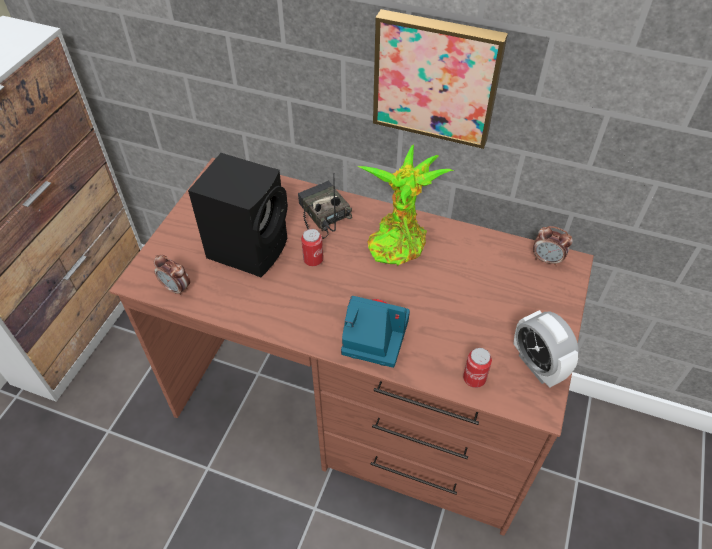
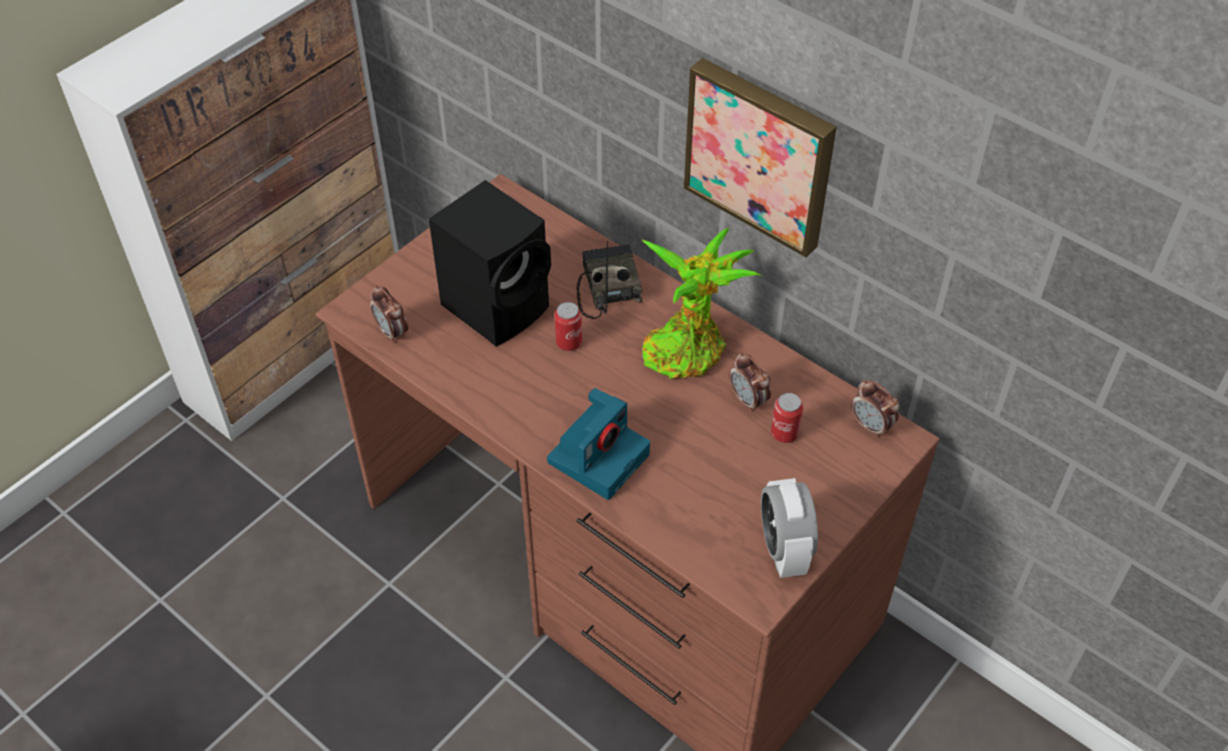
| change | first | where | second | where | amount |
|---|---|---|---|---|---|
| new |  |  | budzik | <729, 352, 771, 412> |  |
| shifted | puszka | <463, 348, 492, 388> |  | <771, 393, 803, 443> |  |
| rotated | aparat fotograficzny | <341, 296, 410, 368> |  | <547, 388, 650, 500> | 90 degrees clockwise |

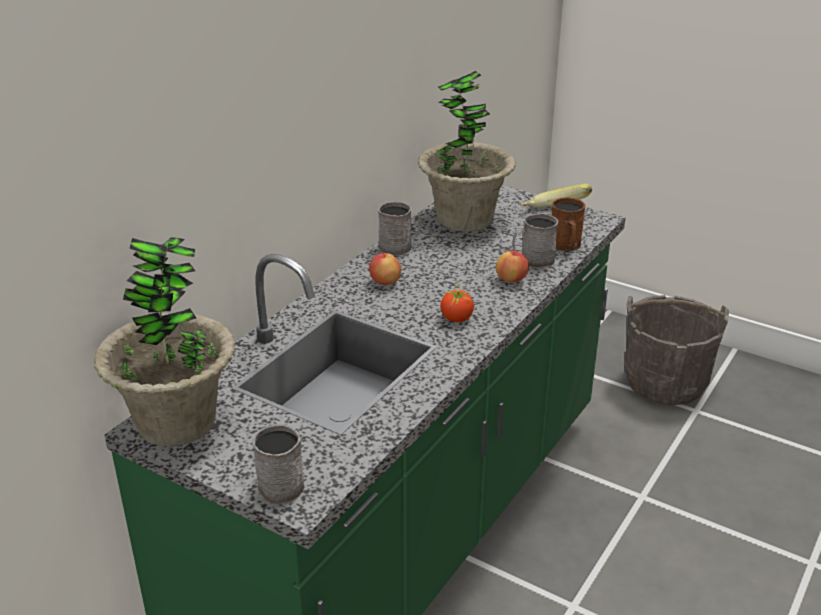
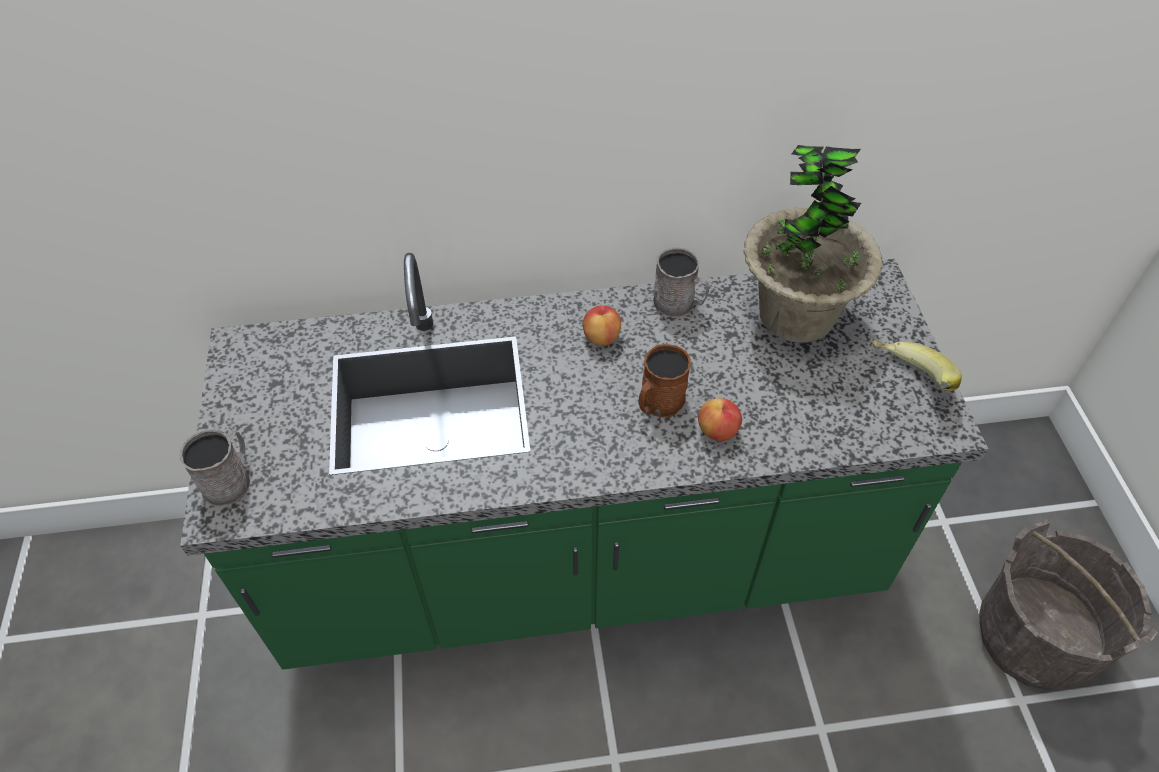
| change | first | where | second | where | amount |
|---|---|---|---|---|---|
| gone | roślina doniczkowa | <94, 237, 235, 446> |  |  |  |
| gone | pomidor | <440, 283, 474, 322> |  |  |  |
| gone | kubek/szary | <512, 213, 559, 268> |  |  |  |
| shifted | kubek/brązowy | <552, 197, 585, 251> |  | <638, 344, 691, 417> |  |

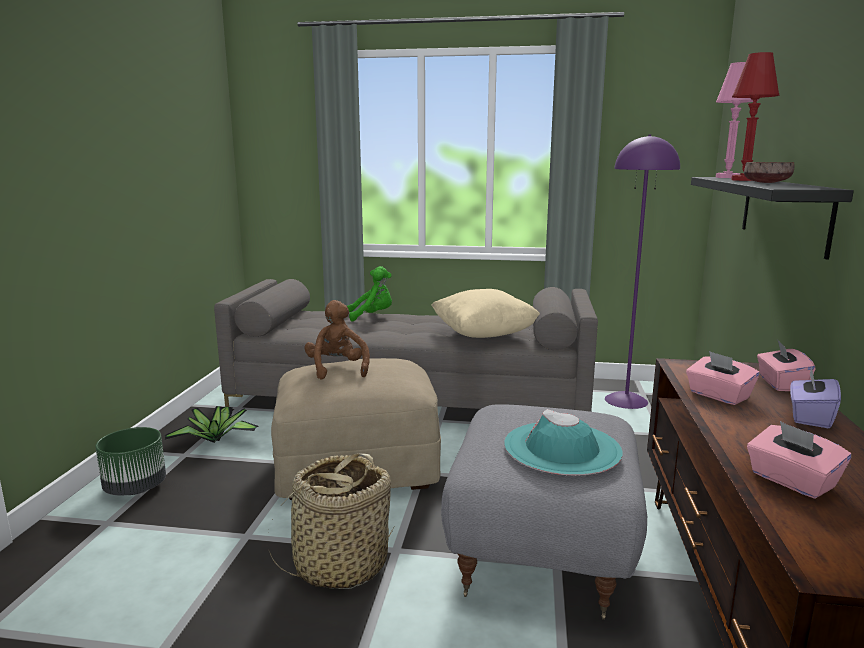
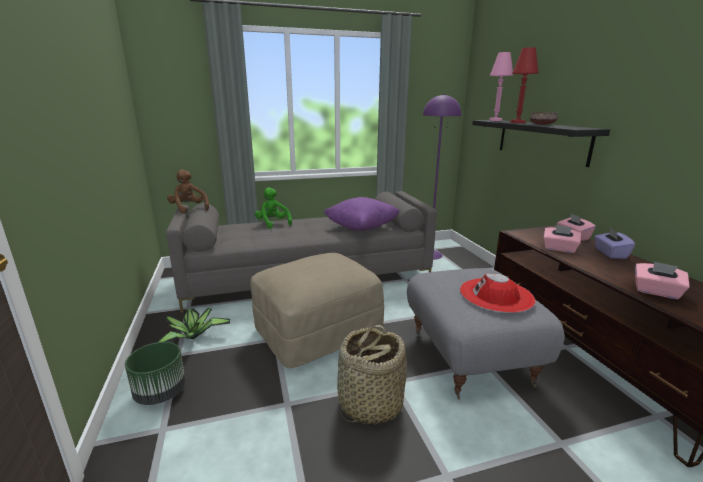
| change | first | where | second | where | amount |
|---|---|---|---|---|---|
| shifted | pluszak/brązowy | <304, 300, 370, 380> |  | <167, 169, 209, 214> |  |
| repainted | poduszka/beżowy | <431, 289, 540, 338> | poduszka/fioletowy | <323, 197, 400, 231> |  |
| repainted | kapelusz/turkusowy | <504, 409, 623, 475> | kapelusz/czerwony | <460, 273, 535, 313> |  |
| rotated | pluszak/zielony | <347, 266, 392, 321> |  | <255, 187, 292, 229> | 90 degrees counterclockwise |

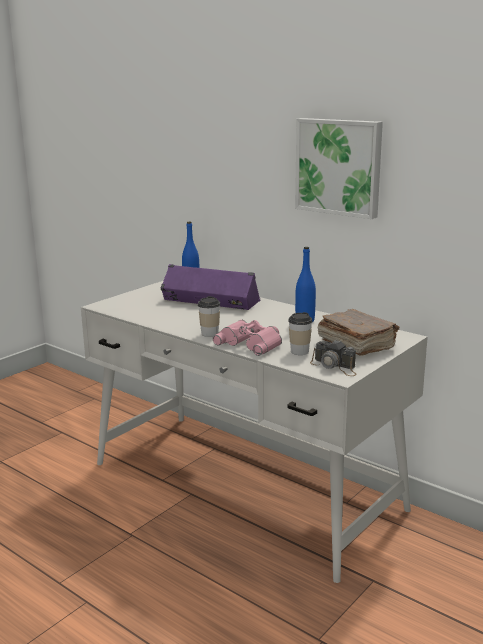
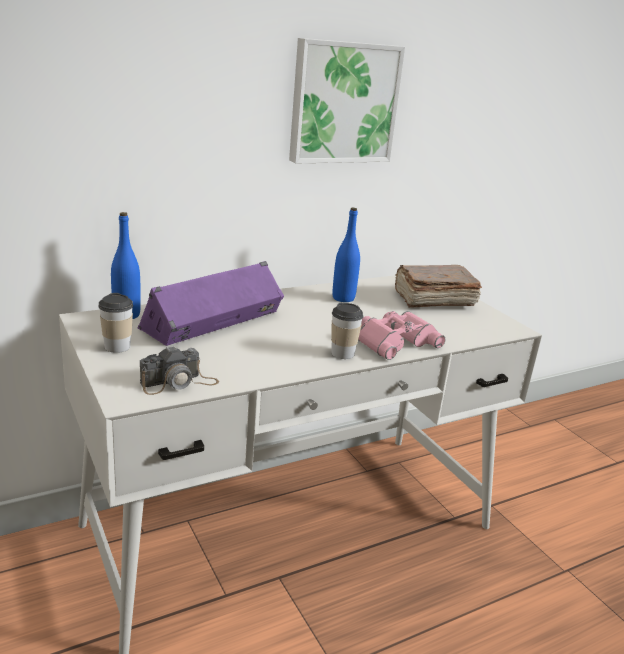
| change | first | where | second | where | amount |
|---|---|---|---|---|---|
| shifted | filiżanka | <288, 312, 312, 355> |  | <98, 293, 133, 353> |  |
| shifted | aparat fotograficzny | <310, 339, 357, 376> |  | <140, 345, 219, 395> |  |

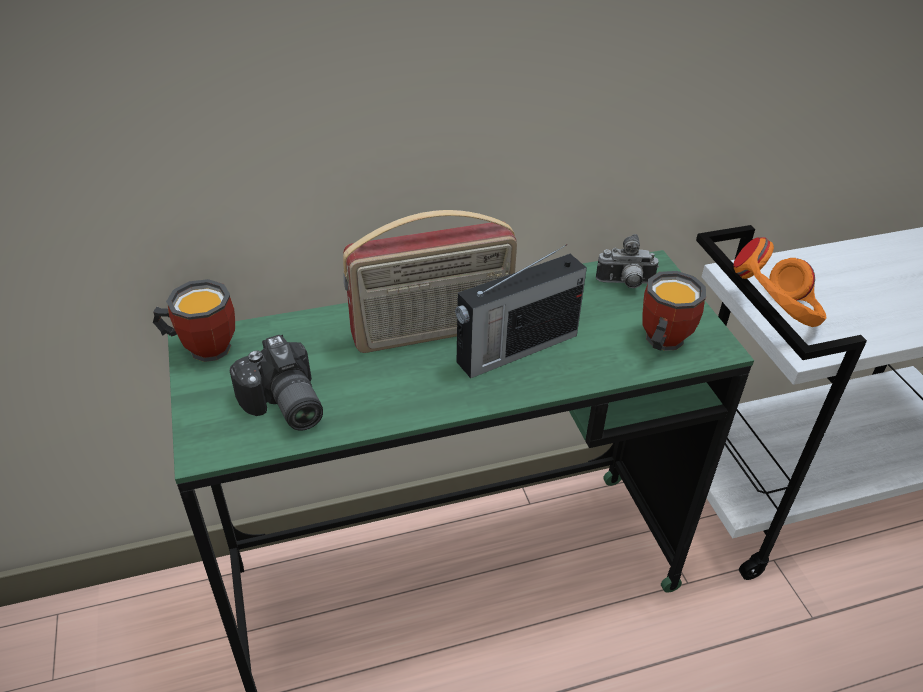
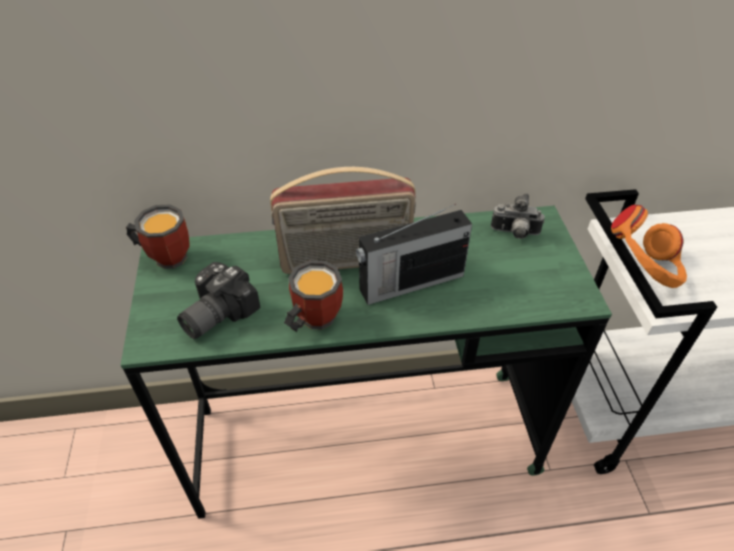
| change | first | where | second | where | amount |
|---|---|---|---|---|---|
| shifted | kubek | <642, 271, 706, 351> |  | <284, 260, 343, 332> |  |
| rotated | aparat fotograficzny | <230, 335, 323, 431> |  | <177, 262, 261, 339> | 60 degrees clockwise |

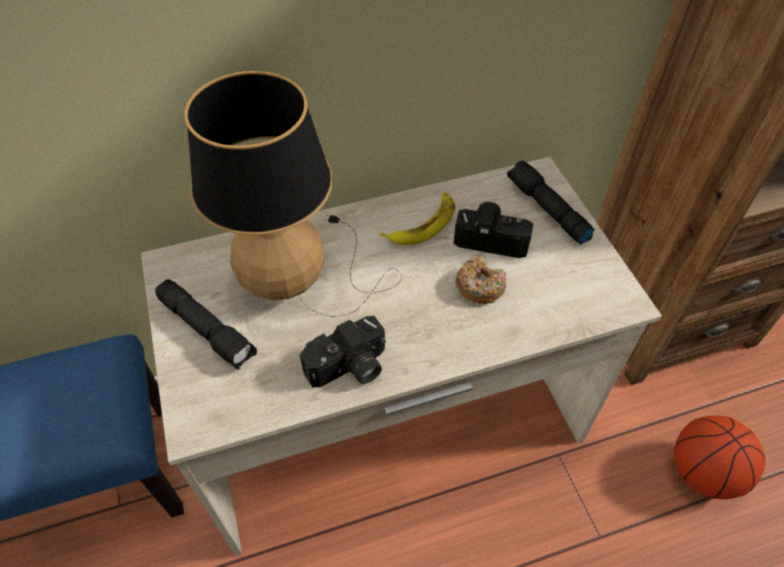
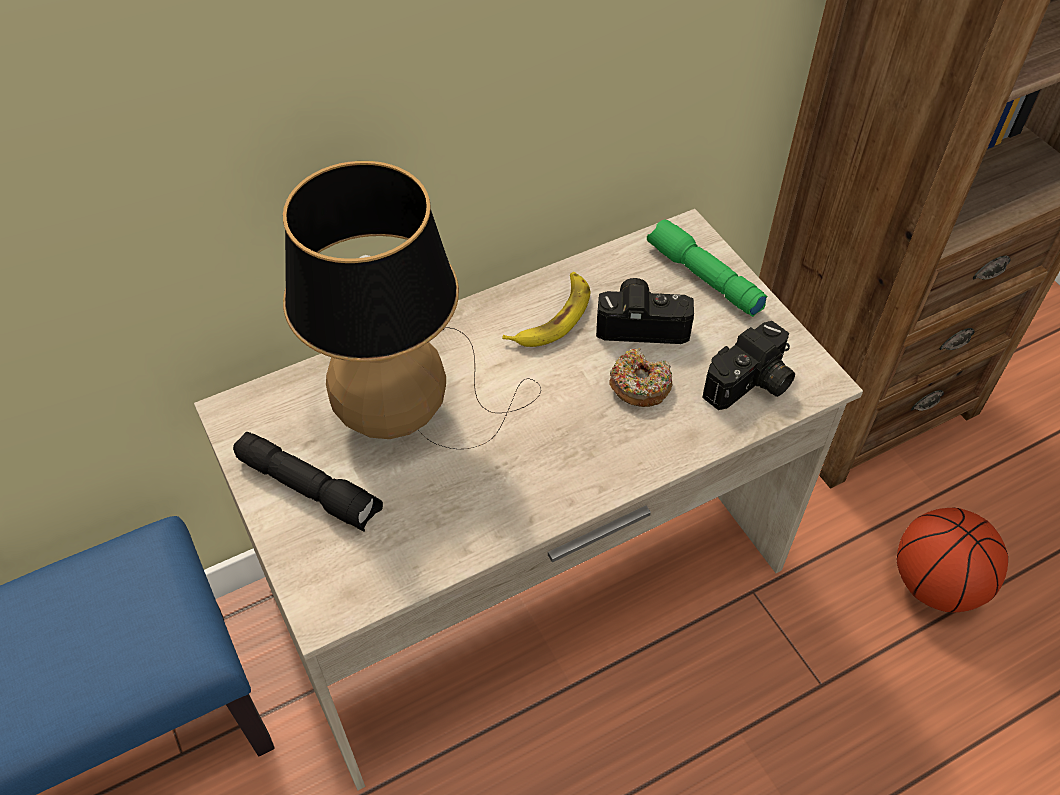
| change | first | where | second | where | amount |
|---|---|---|---|---|---|
| shifted | aparat fotograficzny | <300, 316, 386, 388> |  | <702, 321, 795, 410> |  |
| repainted | latarka/czarny | <507, 161, 595, 244> | latarka/zielony | <647, 219, 768, 317> |  |

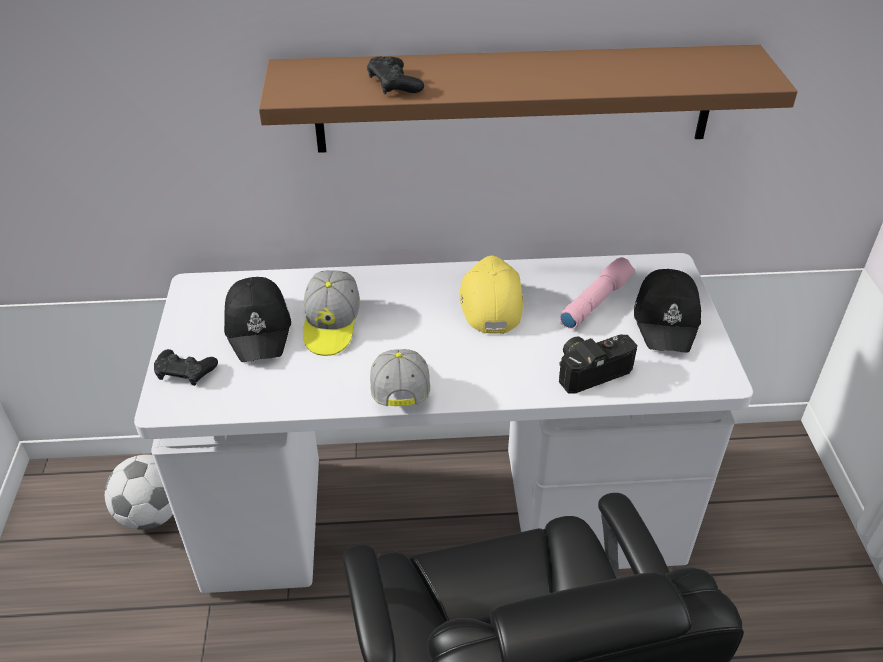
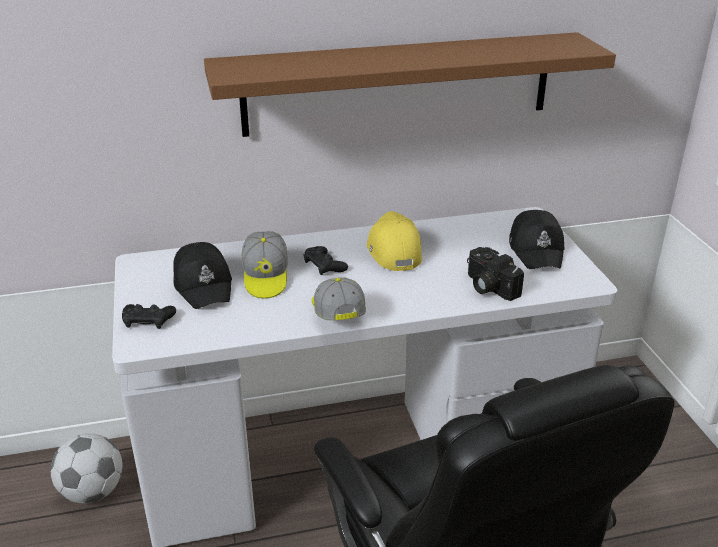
| change | first | where | second | where | amount |
|---|---|---|---|---|---|
| gone | latarka/różowy | <560, 257, 635, 329> |  |  |  |
| shifted | pad do gier/czarny | <367, 56, 424, 94> |  | <303, 246, 348, 275> |  |
| rotated | aparat fotograficzny | <559, 335, 637, 393> |  | <467, 247, 524, 301> | 90 degrees counterclockwise |

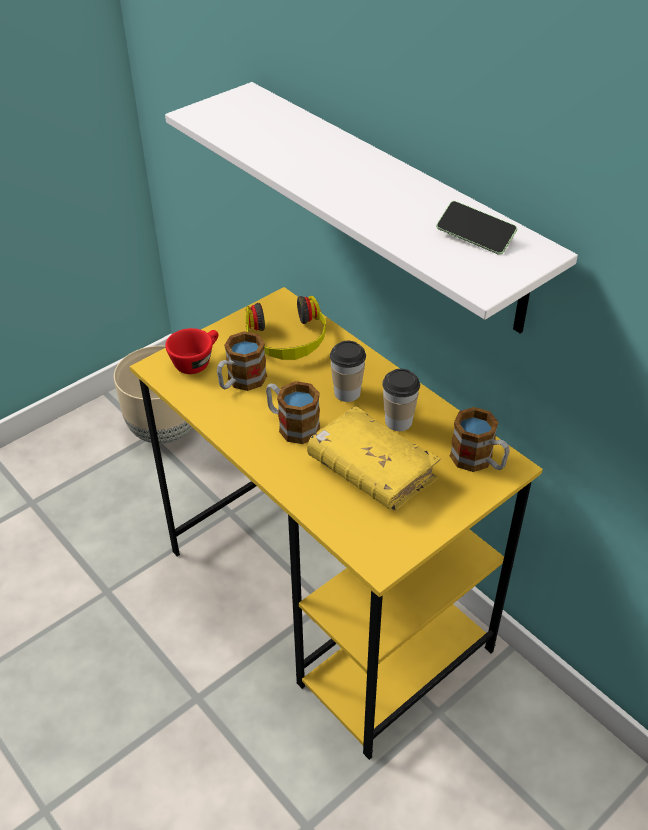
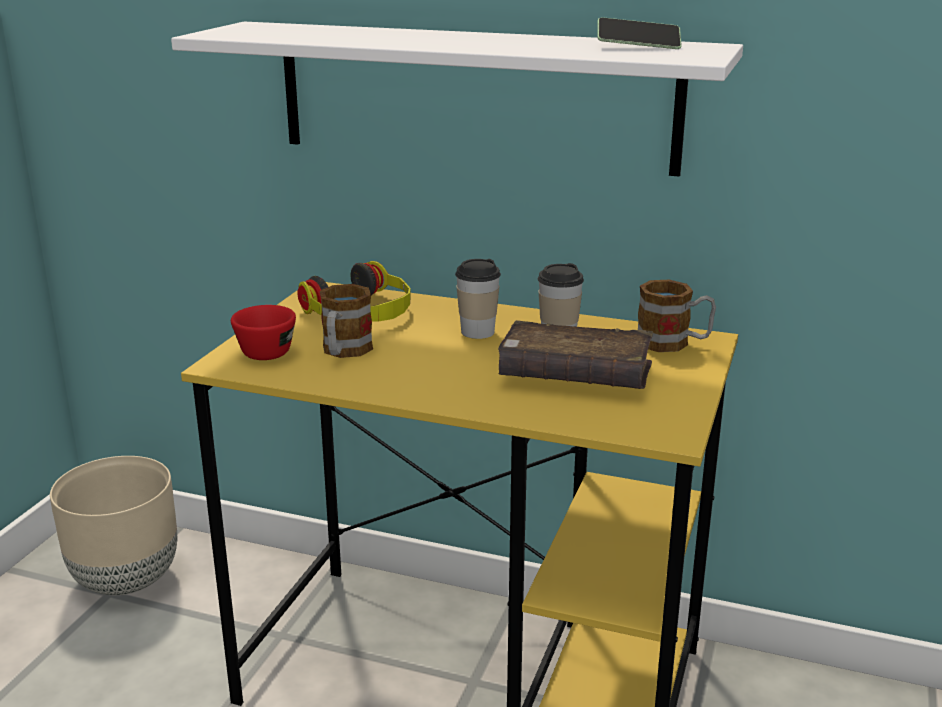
| change | first | where | second | where | amount |
|---|---|---|---|---|---|
| gone | kubek | <266, 381, 320, 444> |  |  |  |
| repainted | książka/żółty | <307, 406, 440, 511> | książka/brązowy | <498, 320, 653, 389> |  |

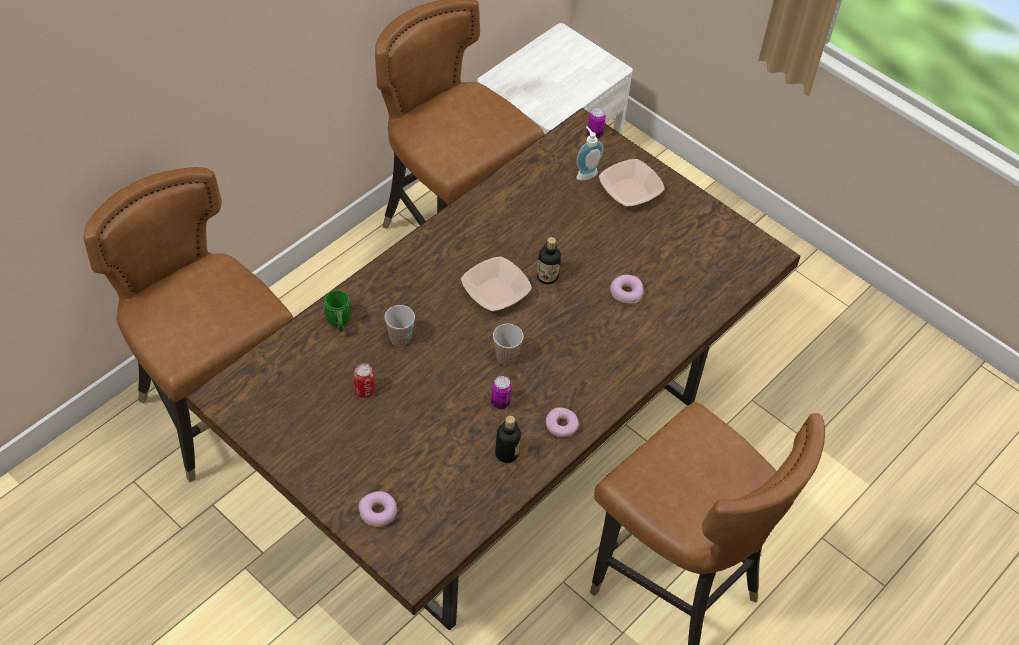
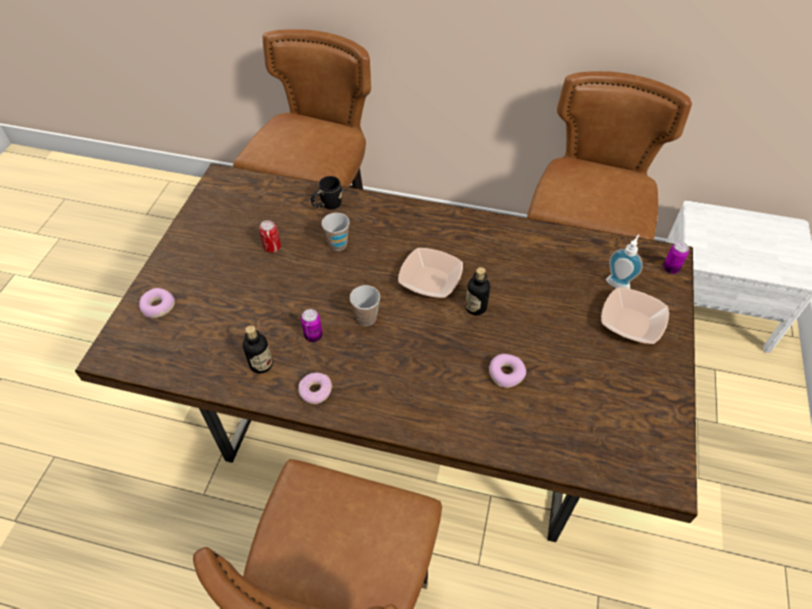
| change | first | where | second | where | amount |
|---|---|---|---|---|---|
| repainted | kubek/zielony | <324, 290, 351, 332> | kubek/czarny | <311, 176, 343, 210> |  |

